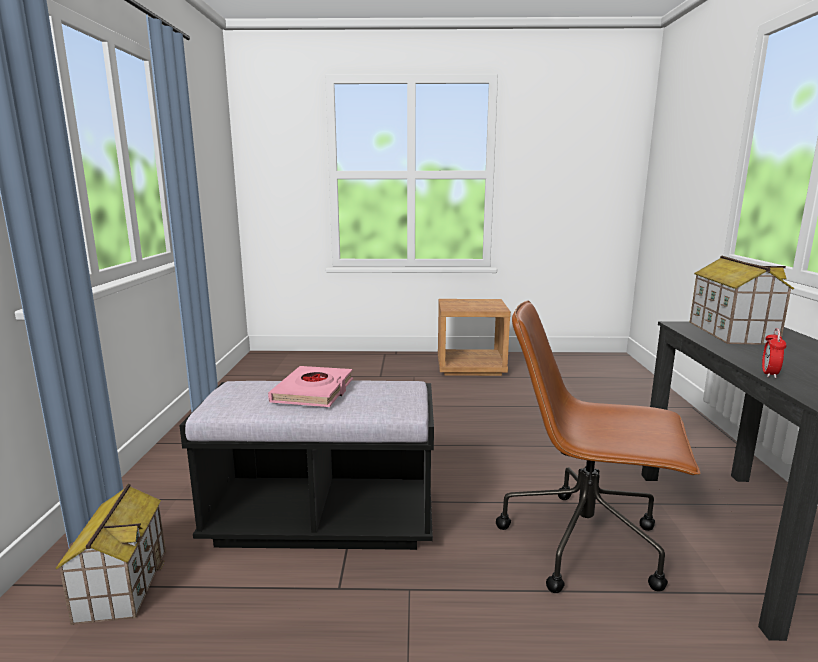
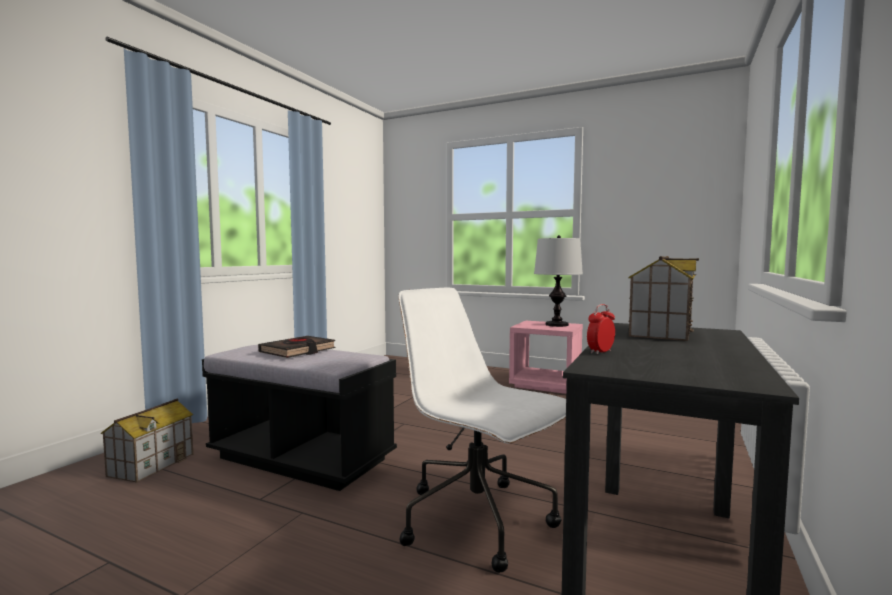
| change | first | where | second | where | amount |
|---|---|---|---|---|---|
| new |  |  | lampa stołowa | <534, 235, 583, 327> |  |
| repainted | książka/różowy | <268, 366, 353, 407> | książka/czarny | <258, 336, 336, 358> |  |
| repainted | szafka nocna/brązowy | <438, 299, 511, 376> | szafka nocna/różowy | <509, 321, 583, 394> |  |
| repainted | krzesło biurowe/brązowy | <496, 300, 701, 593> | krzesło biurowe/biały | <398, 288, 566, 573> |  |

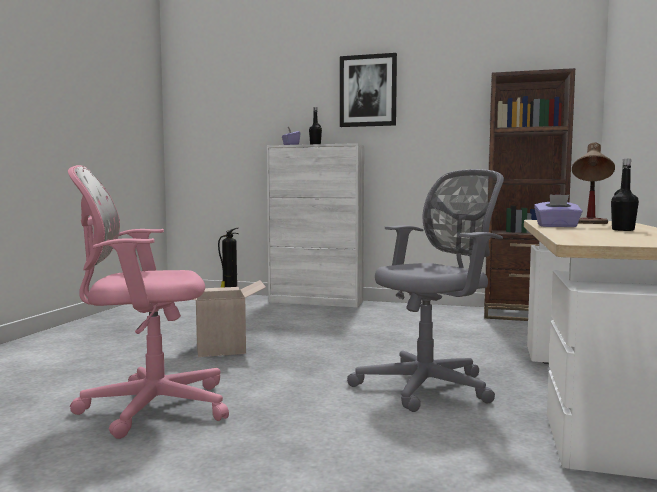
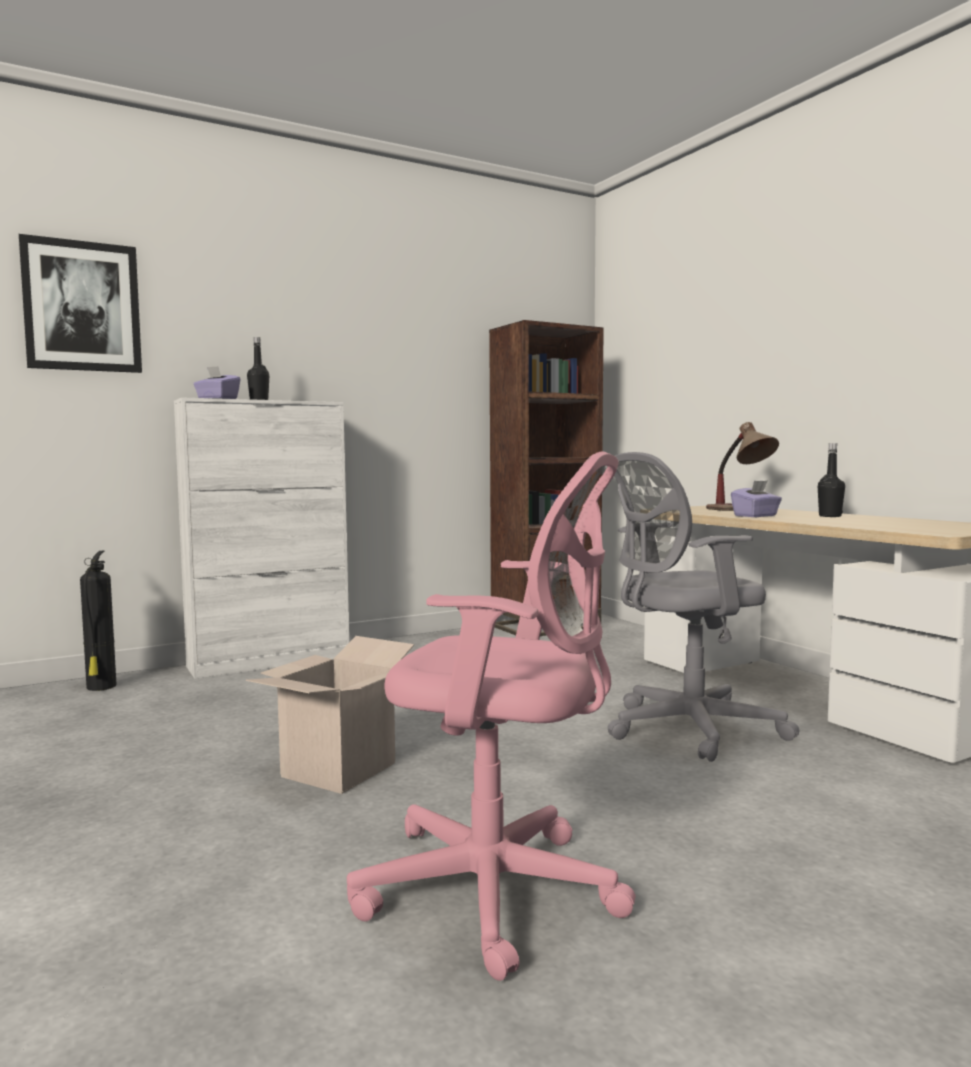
| change | first | where | second | where | amount |
|---|---|---|---|---|---|
| shifted | obraz | <340, 53, 397, 127> |  | <19, 234, 142, 373> |  |
| rotated | krzesło biurowe/różowy | <68, 165, 229, 439> |  | <347, 452, 636, 981> | 105 degrees counterclockwise |
| rotated | krzesło biurowe/szary | <347, 169, 504, 412> |  | <607, 452, 799, 762> | 120 degrees counterclockwise |

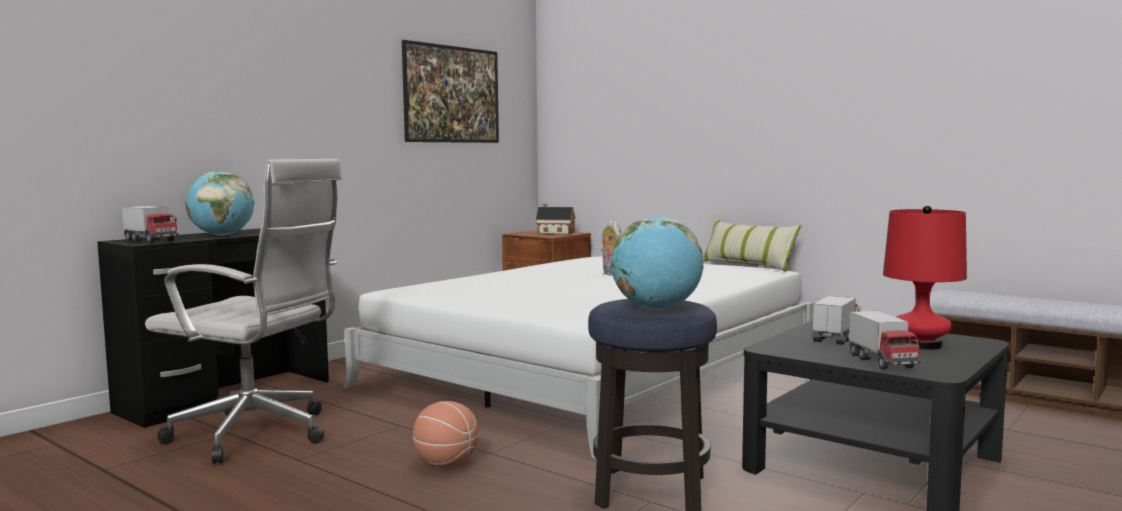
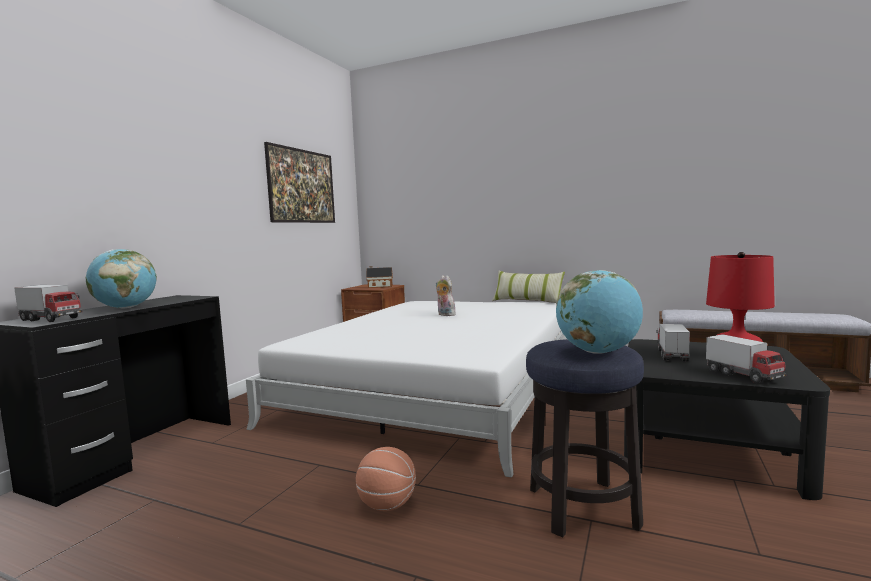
| change | first | where | second | where | amount |
|---|---|---|---|---|---|
| gone | krzesło biurowe/biały | <145, 159, 342, 464> |  |  |  |

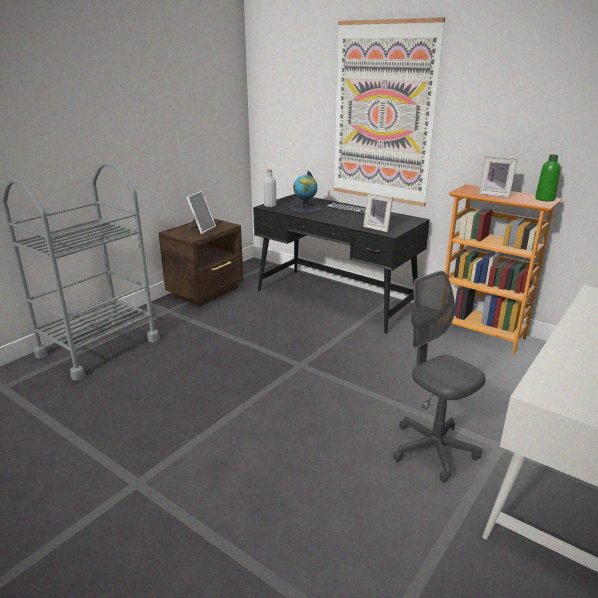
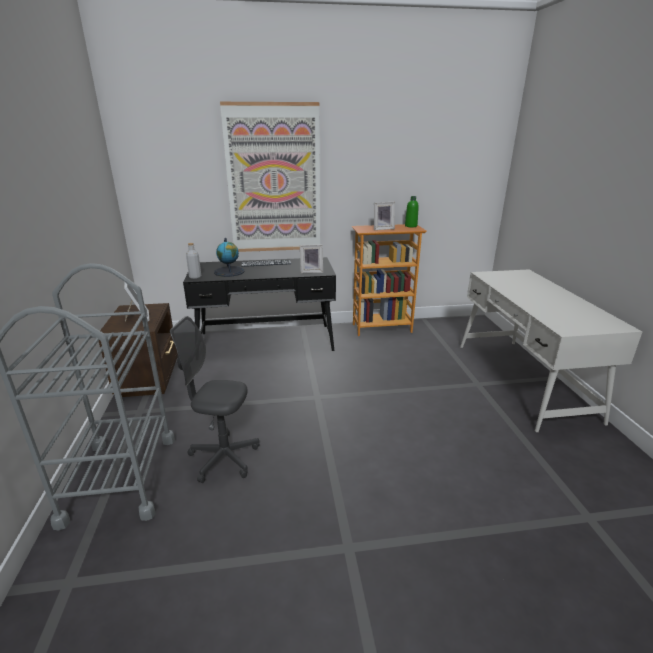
| change | first | where | second | where | amount |
|---|---|---|---|---|---|
| shifted | krzesło biurowe/szary | <393, 270, 485, 483> |  | <170, 316, 259, 483> |  |

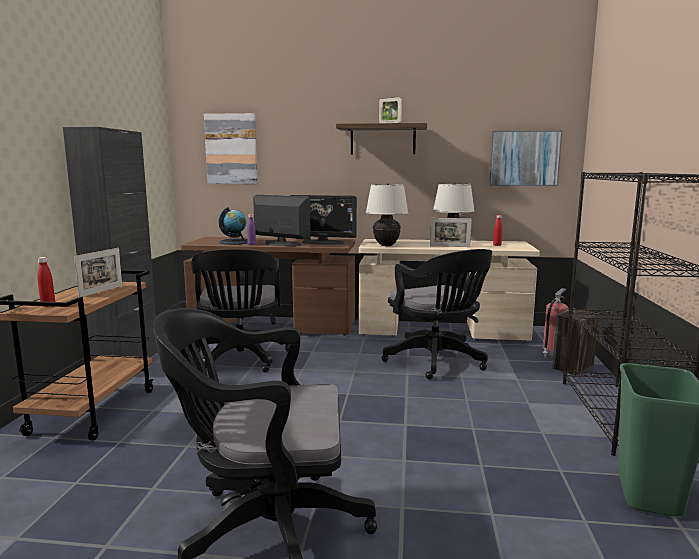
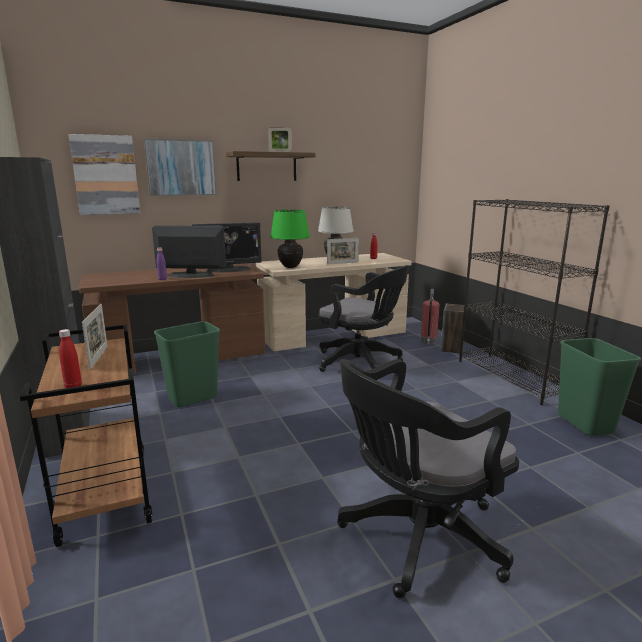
| change | first | where | second | where | amount |
|---|---|---|---|---|---|
| gone | globus | <218, 207, 248, 245> |  |  |  |
| shifted | obraz | <489, 130, 562, 186> |  | <144, 139, 216, 196> |  |
| swapped | krzesło biurowe/czarny | <191, 249, 290, 373> | kosz na śmieci/zielony | <154, 321, 220, 407> |  |
| repainted | lampa stołowa/beżowy | <366, 183, 409, 246> | lampa stołowa/zielony | <270, 210, 310, 268> |  |

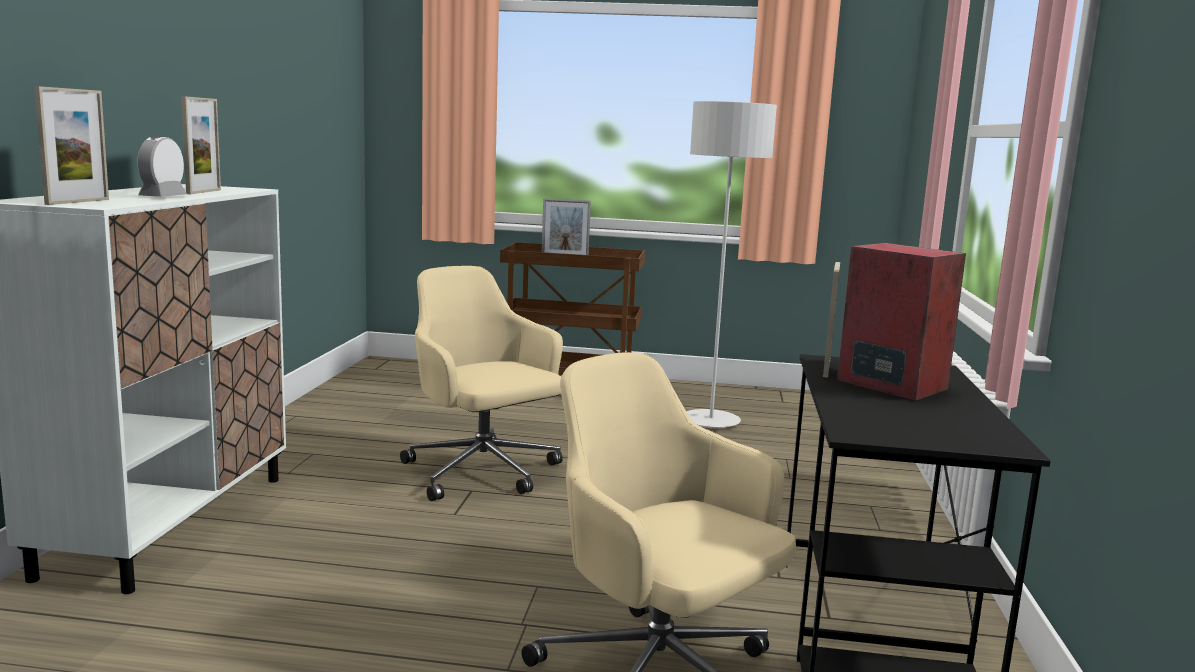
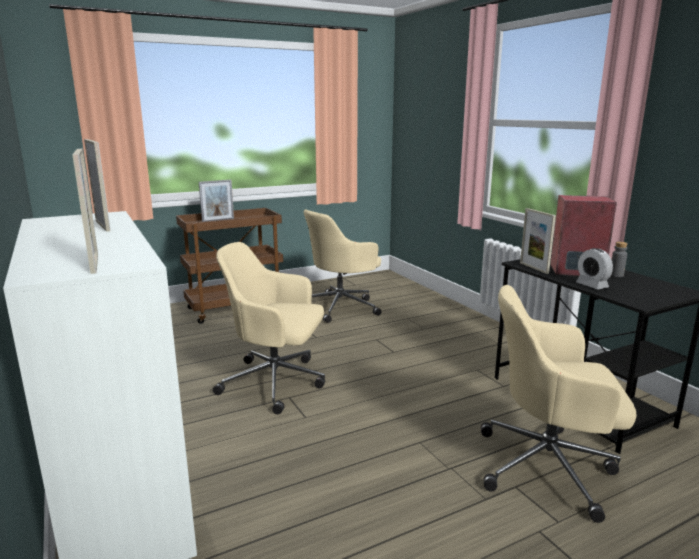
| change | first | where | second | where | amount |
|---|---|---|---|---|---|
| new |  |  | butelka/szary | <611, 242, 628, 277> |  |
| shifted | budzik | <137, 136, 187, 197> |  | <576, 248, 613, 289> |  |
| swapped | lampa stojąca/szary | <686, 101, 777, 428> | krzesło biurowe/beżowy | <304, 210, 381, 323> |  |

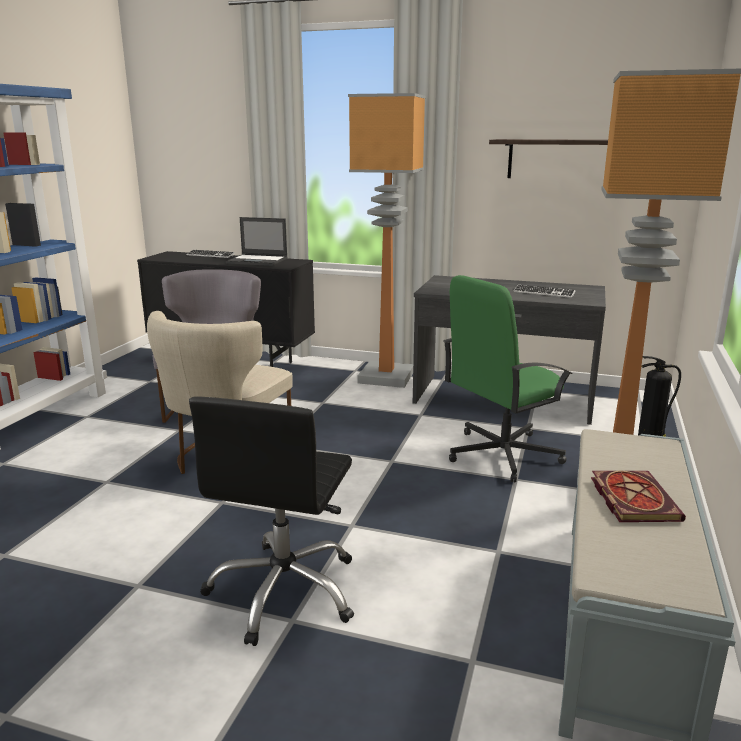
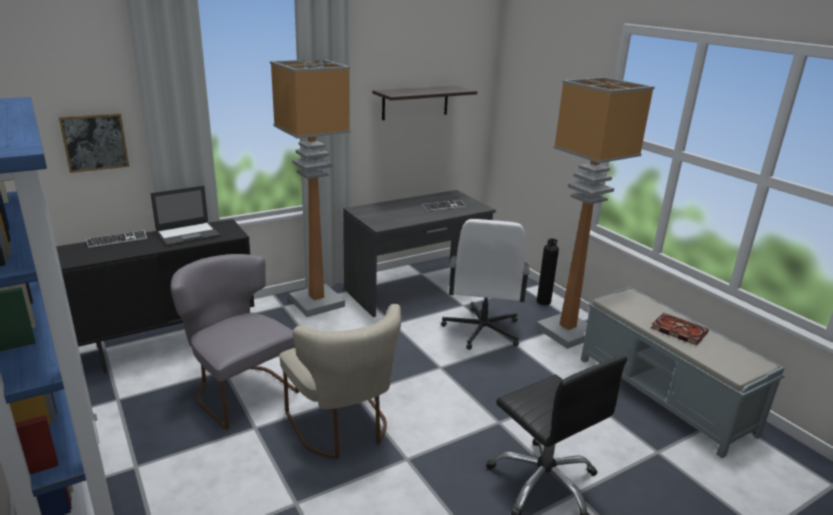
| change | first | where | second | where | amount |
|---|---|---|---|---|---|
| new |  |  | obraz | <59, 113, 129, 173> |  |
| repainted | krzesło biurowe/zielony | <443, 275, 573, 482> | krzesło biurowe/biały | <441, 219, 530, 350> |  |

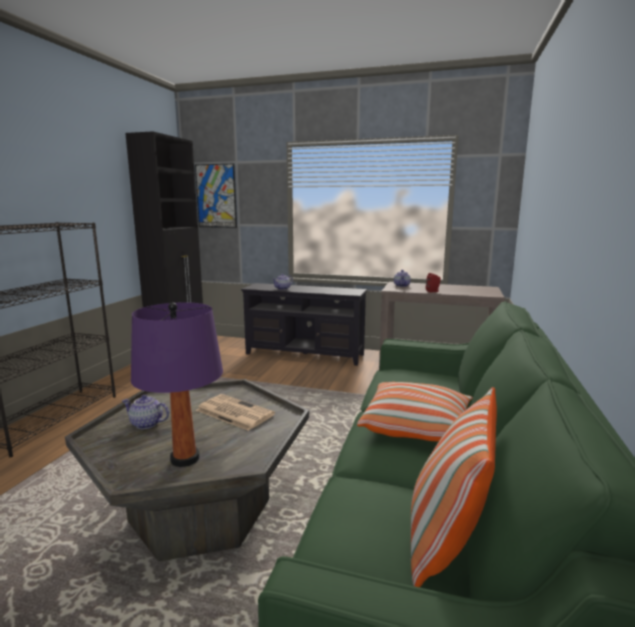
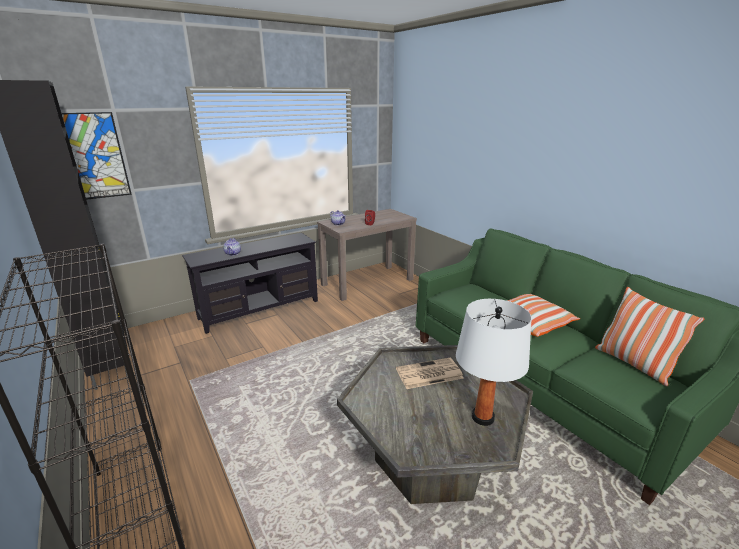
| change | first | where | second | where | amount |
|---|---|---|---|---|---|
| gone | imbryk | <122, 395, 169, 429> |  |  |  |
| repainted | lampa stołowa/fioletowy | <131, 302, 223, 467> | lampa stołowa/biały | <456, 299, 532, 426> |  |

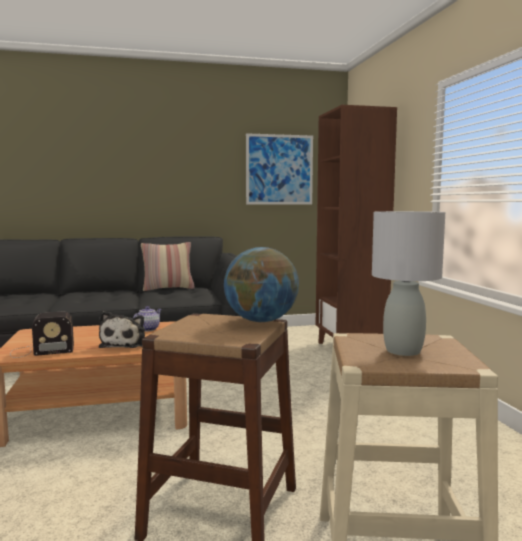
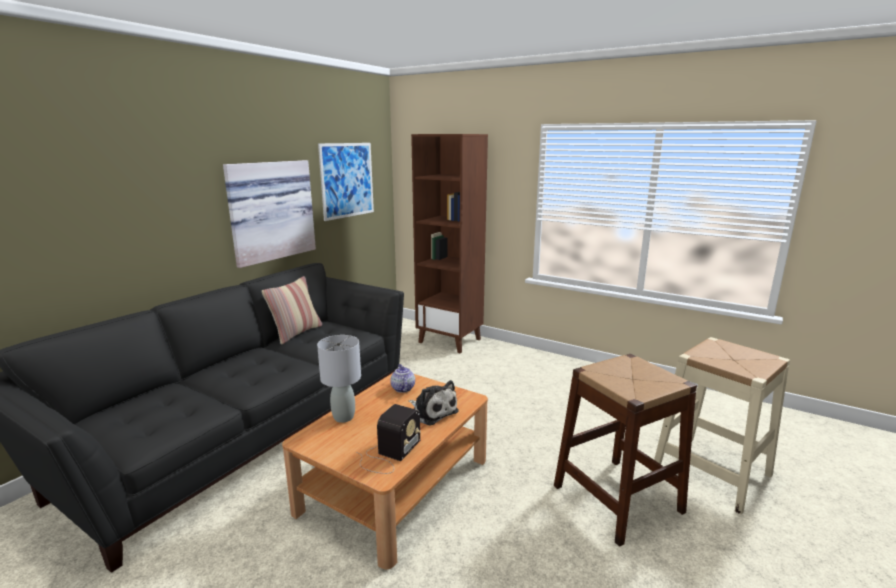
| change | first | where | second | where | amount |
|---|---|---|---|---|---|
| gone | globus | <224, 247, 299, 322> |  |  |  |
| new |  |  | obraz | <223, 160, 316, 268> |  |
| shifted | lampa stołowa/szary | <372, 211, 445, 356> |  | <317, 335, 361, 423> |  |

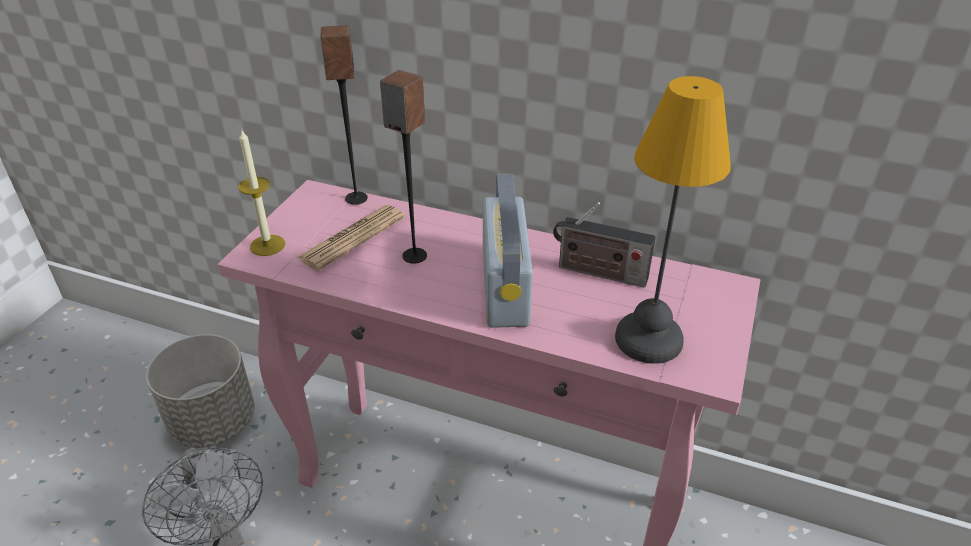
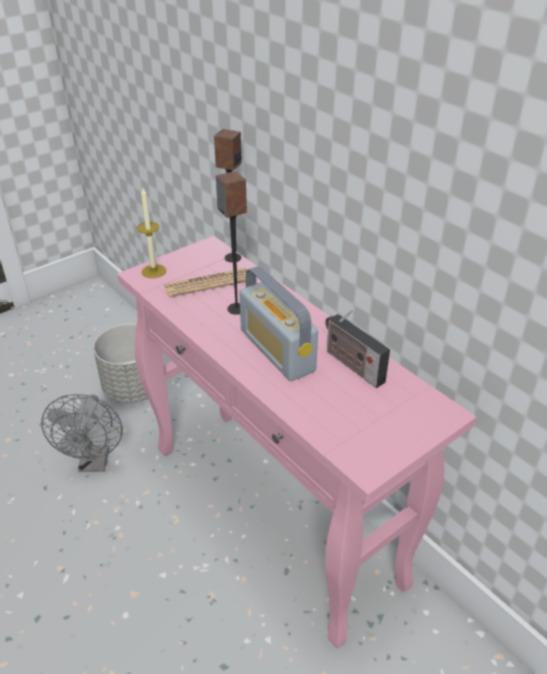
| change | first | where | second | where | amount |
|---|---|---|---|---|---|
| gone | lampa stołowa | <615, 76, 731, 364> |  |  |  |
| rotated | radio | <483, 174, 533, 328> |  | <240, 266, 318, 381> | 120 degrees clockwise |

